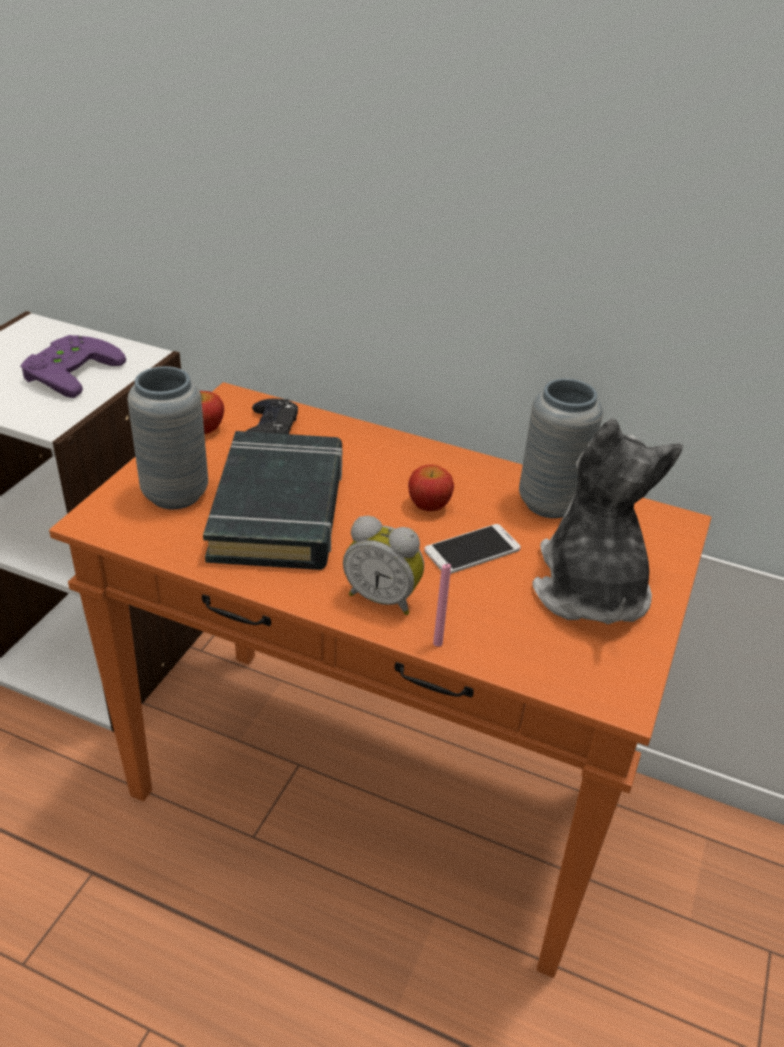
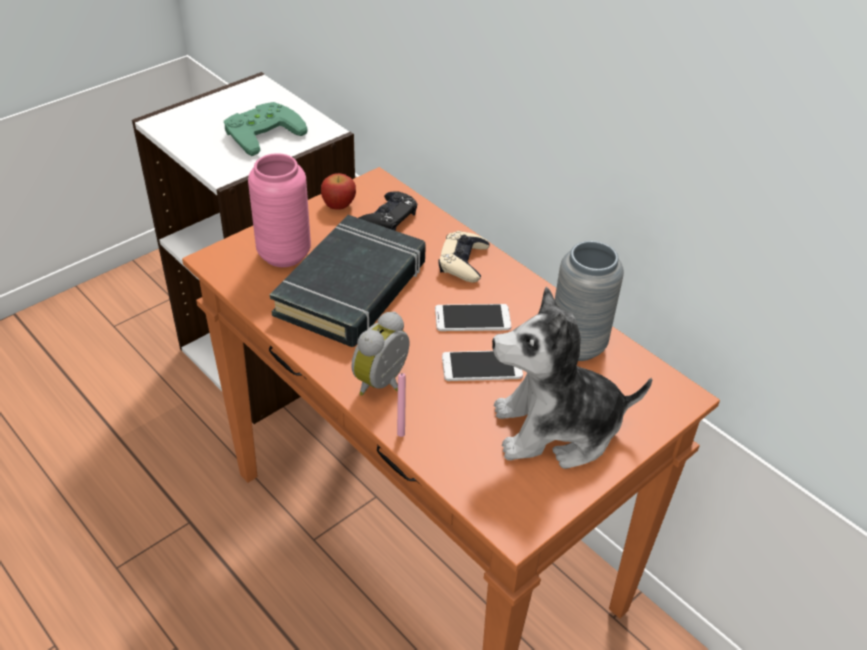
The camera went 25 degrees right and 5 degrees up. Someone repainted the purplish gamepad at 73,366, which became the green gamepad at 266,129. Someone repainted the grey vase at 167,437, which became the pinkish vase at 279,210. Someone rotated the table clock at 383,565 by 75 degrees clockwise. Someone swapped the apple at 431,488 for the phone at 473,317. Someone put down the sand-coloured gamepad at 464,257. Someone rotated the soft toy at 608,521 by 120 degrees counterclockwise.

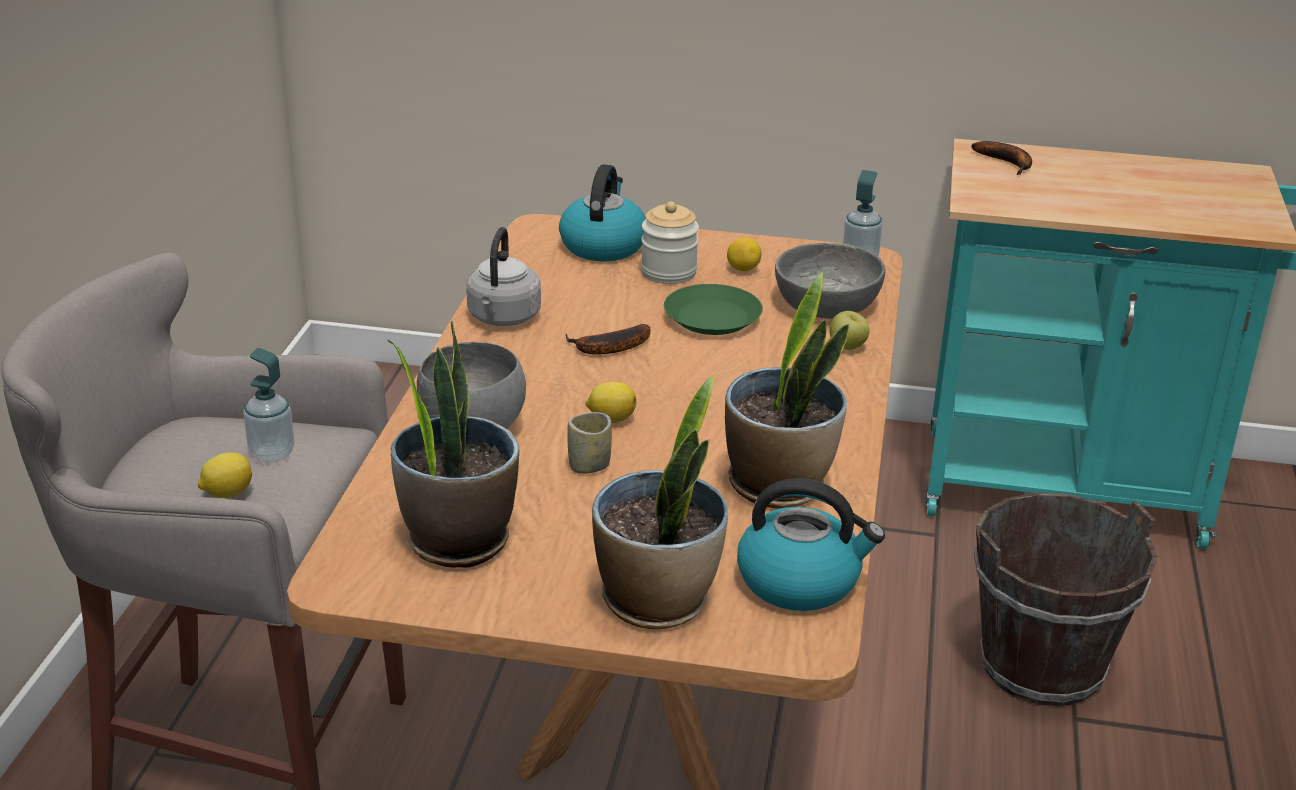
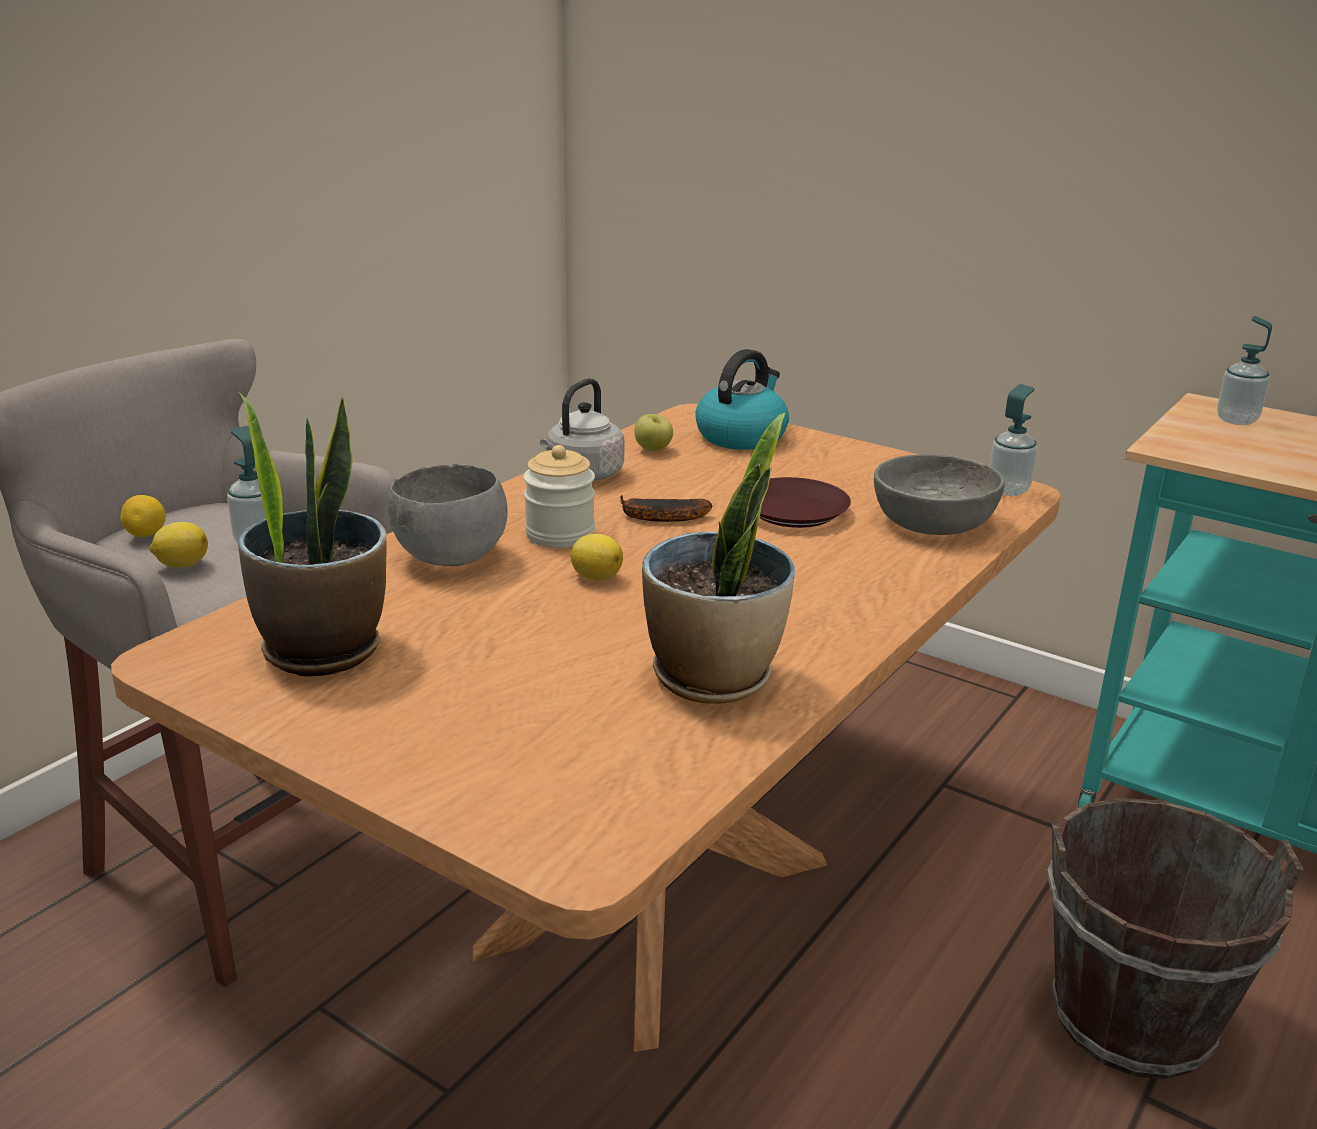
The camera went 25 degrees right and 5 degrees down. Someone carried the lemon from 744,254 to 143,516. Someone carried the jar from 670,243 to 559,496. Someone carried the apple from 849,330 to 653,432. Someone repainted the green dinner plate at 713,309, which became the brown-coloured dinner plate at 805,502. Someone swapped the banana fruit at 1001,158 for the soap bottle at 1244,370. Someone took away the cup at 589,443. Someone took away the houseplant at 660,502. Someone took away the water kettle at 811,544.

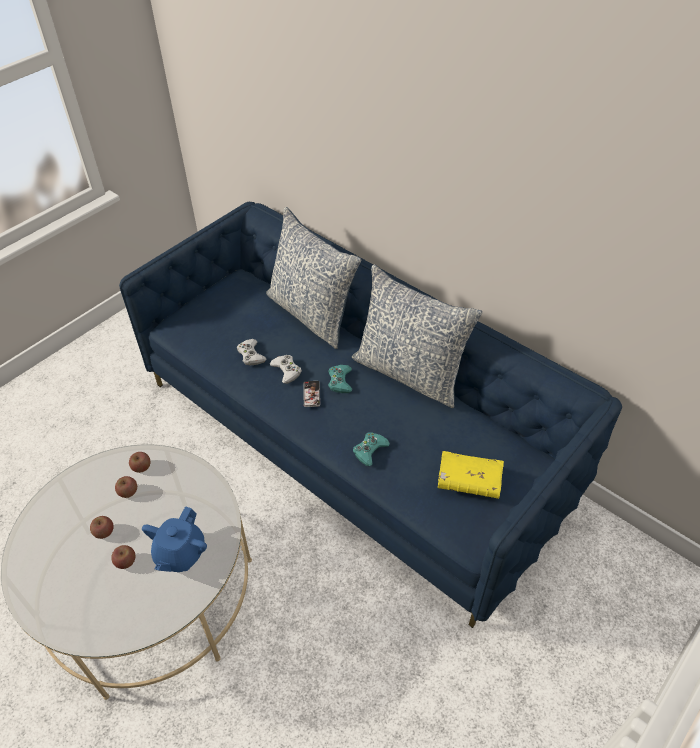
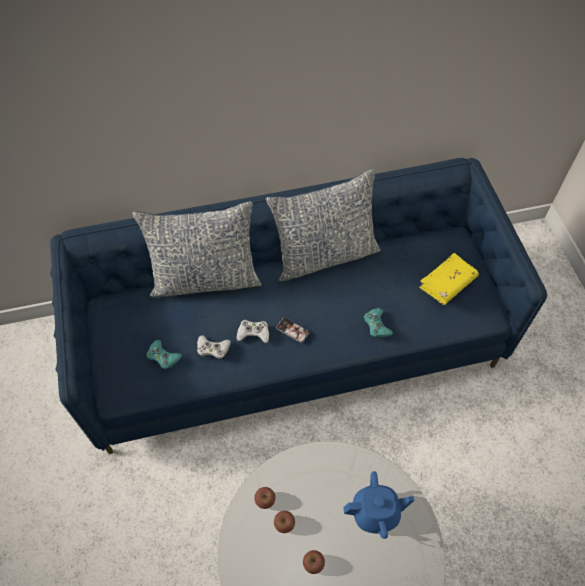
The camera went 55 degrees left and 10 degrees up. Someone carried the turquoise-coloured gamepad from 340,379 to 164,355. Someone rotated the bluish tea pot at 174,539 by 60 degrees counterclockwise. Someone took away the apple at 123,557.

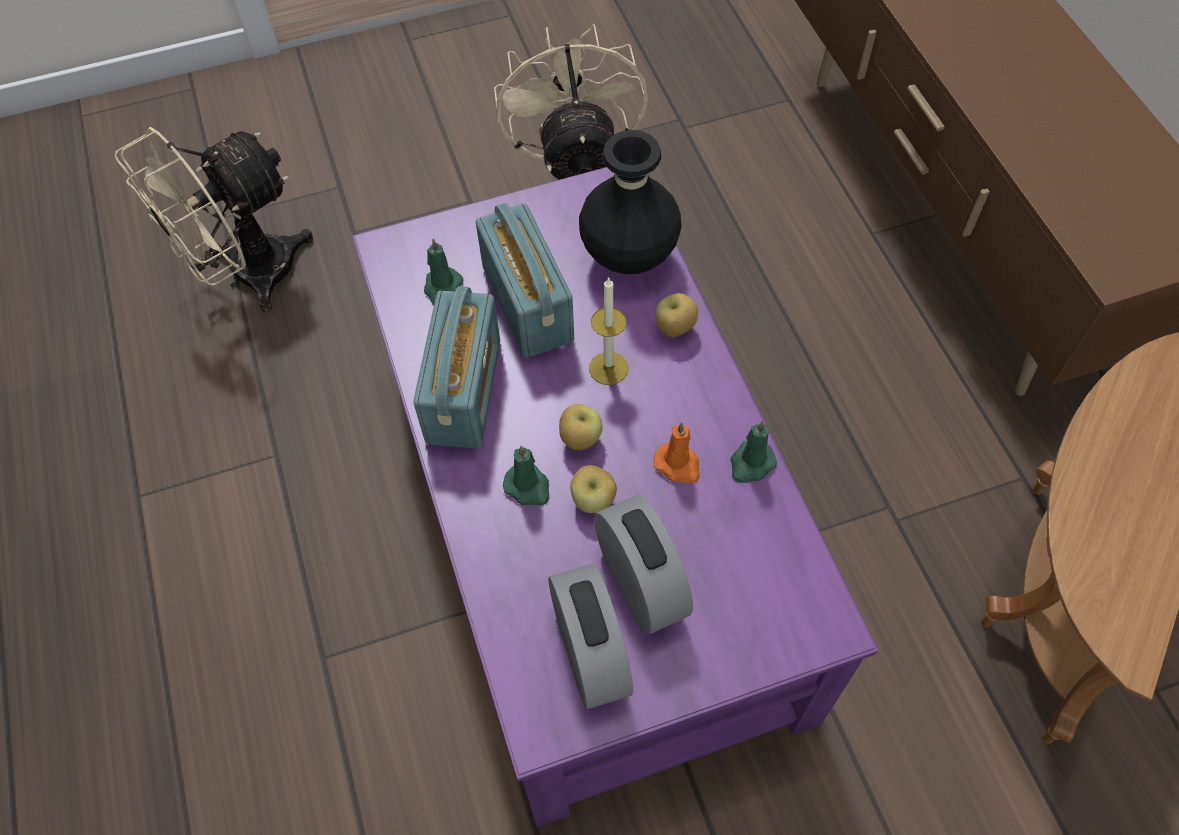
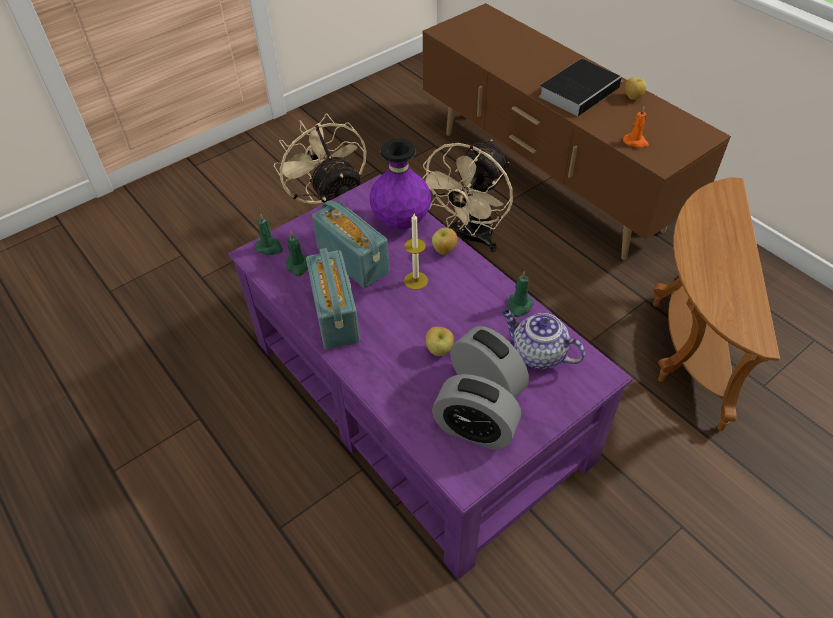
The camera went 20 degrees left and 10 degrees down. Someone carried the green wax light from 526,476 to 269,234. Someone repainted the black vase at 630,202, which became the purplish vase at 400,184. Someone carried the sand-coloured cooling fan from 213,219 to 467,195. Someone rotated the table clock at 590,636 by 150 degrees clockwise. Someone put down the tea pot at 544,339. Someone put down the book at 581,88. Someone carried the orange wax light from 676,453 to 636,127. Someone carried the apple from 581,427 to 635,88.

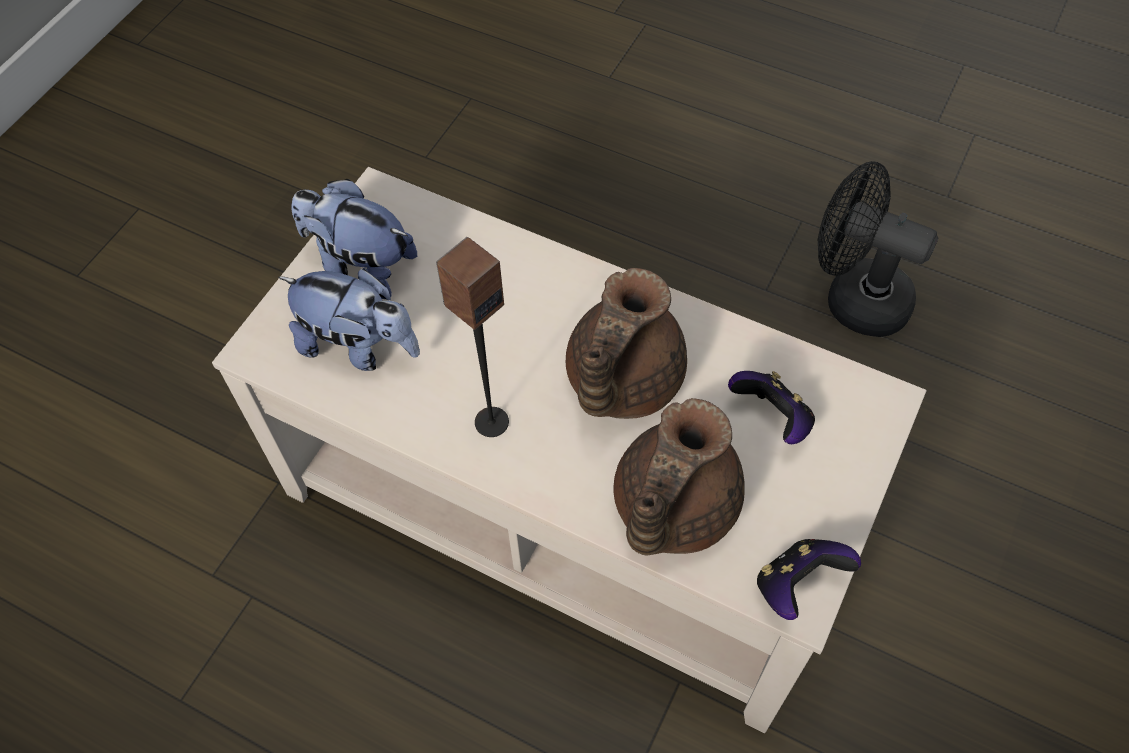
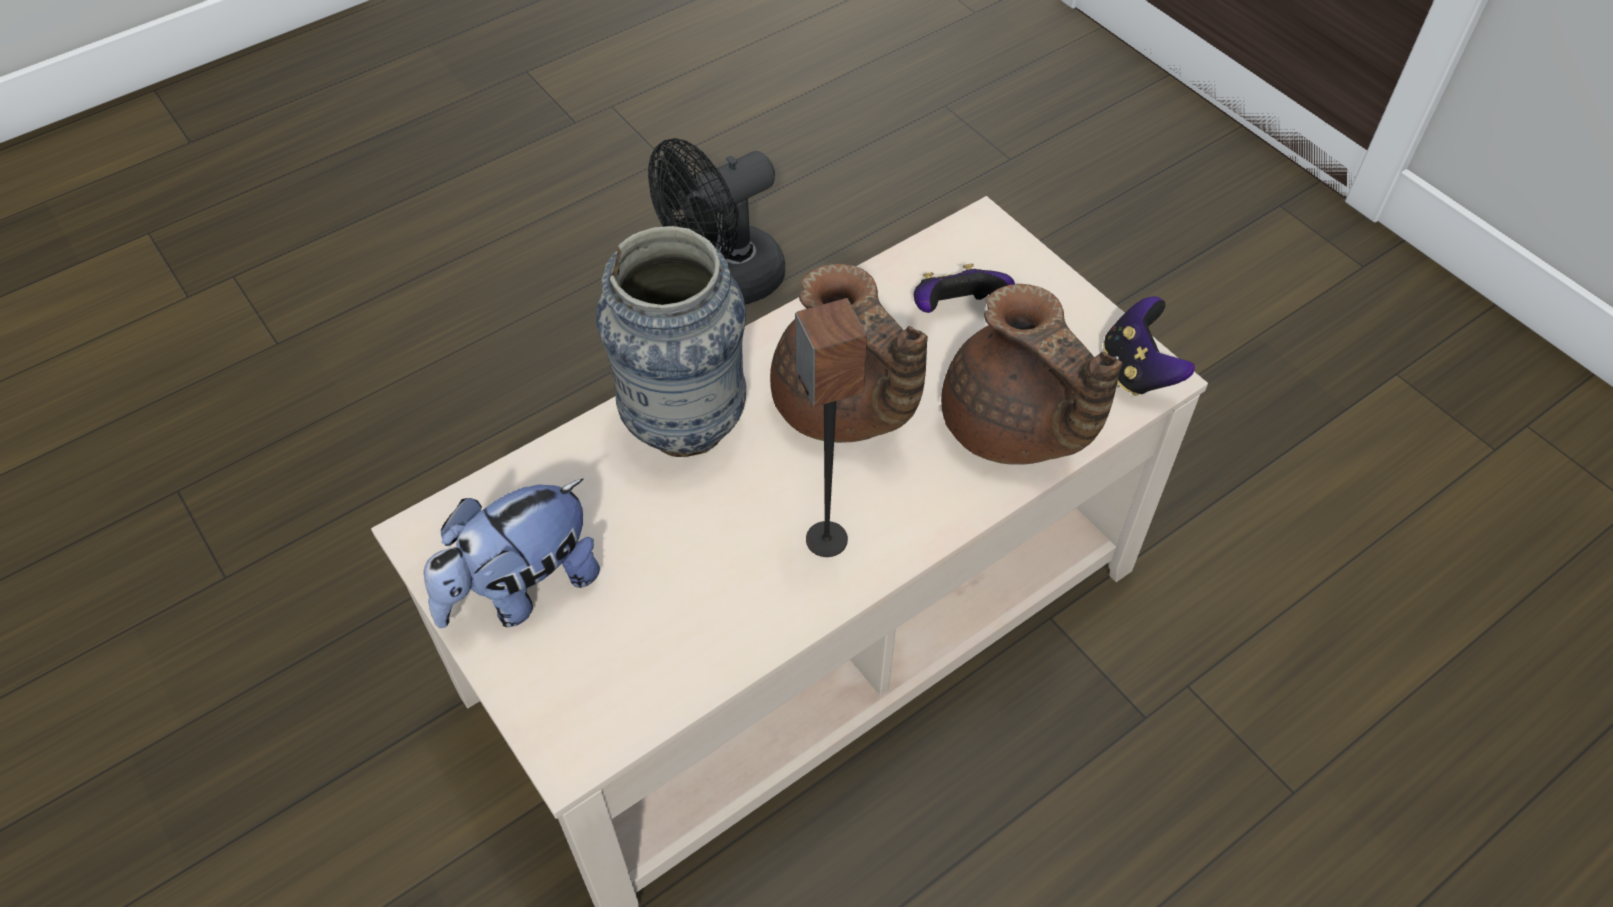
The camera went 65 degrees left and 5 degrees down. Someone put down the vase at 671,341. Someone took away the soft toy at 349,320.

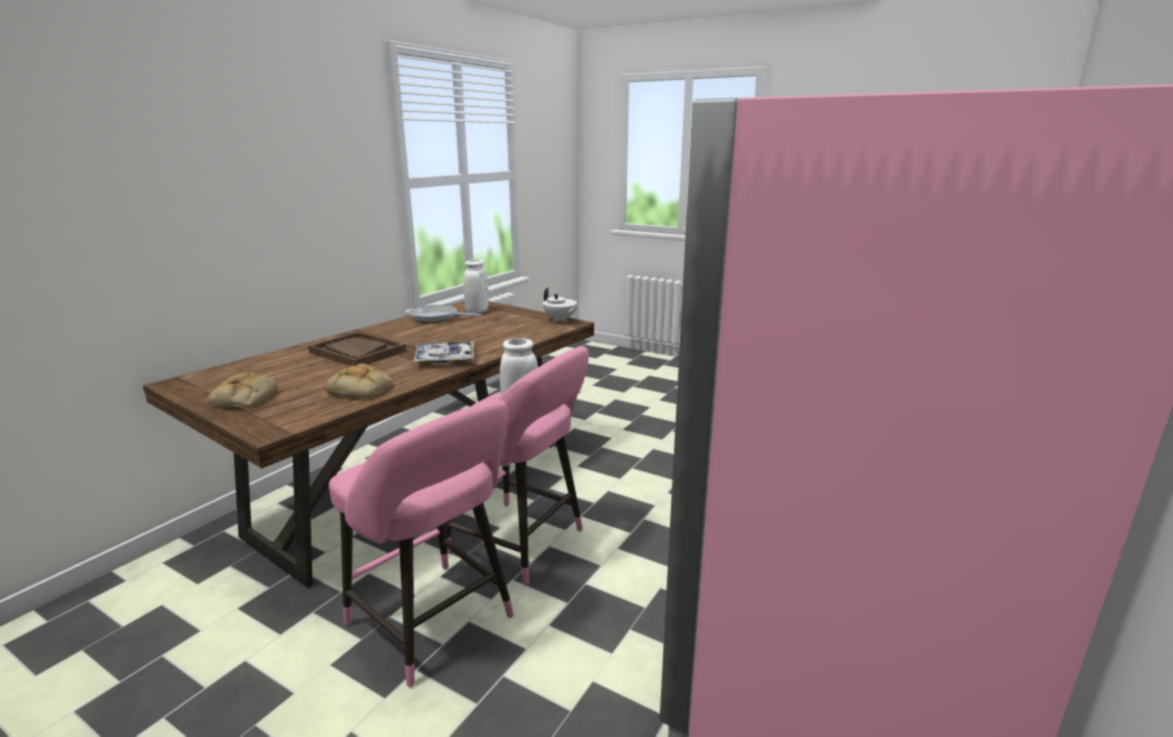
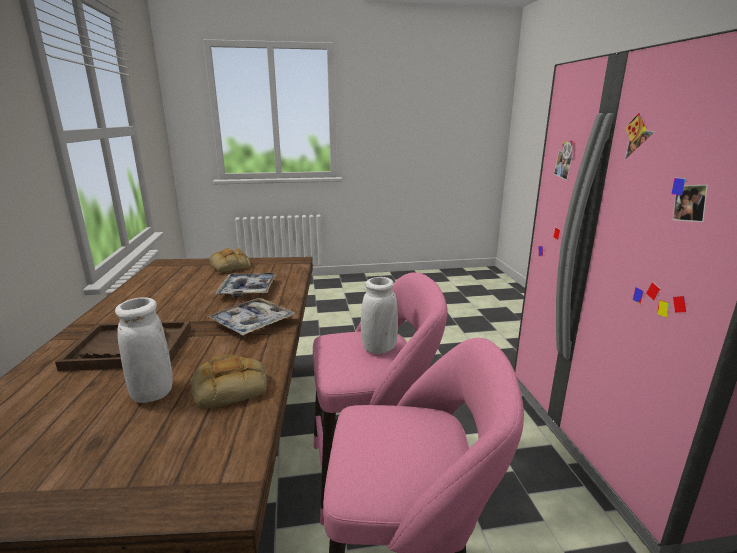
The camera went 40 degrees left and 0 degrees up. Someone carried the white vase from 476,286 to 144,350. Someone carried the baked bread from 242,390 to 230,260. Someone put down the serving tray at 246,285. Someone took away the frying pan at 445,314. Someone took away the white tea pot at 560,305.

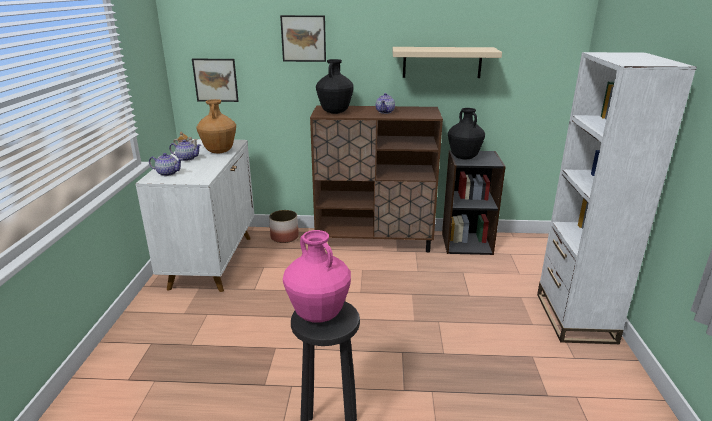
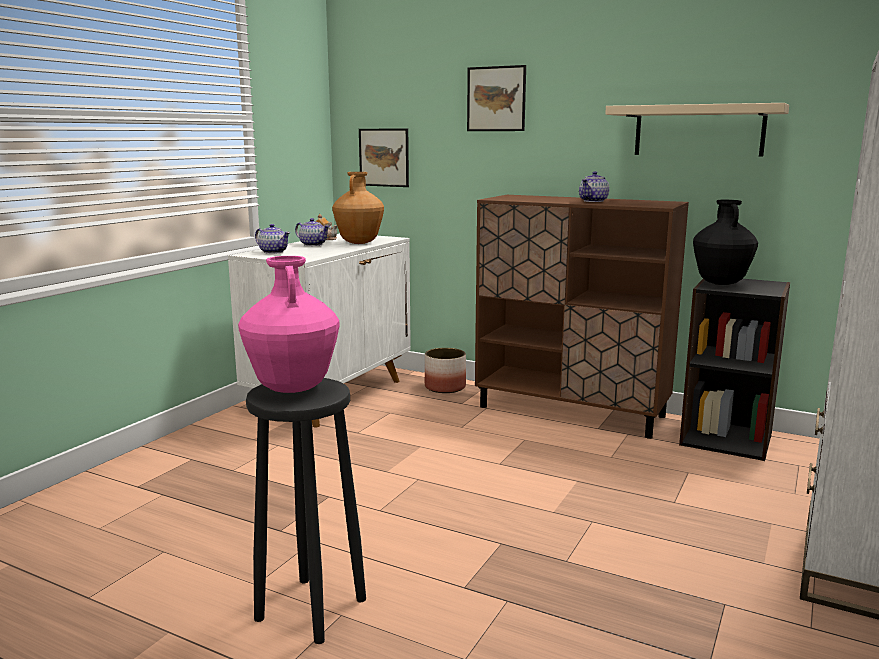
The camera went 25 degrees right and 10 degrees down. Someone took away the black vase at 335,86.

